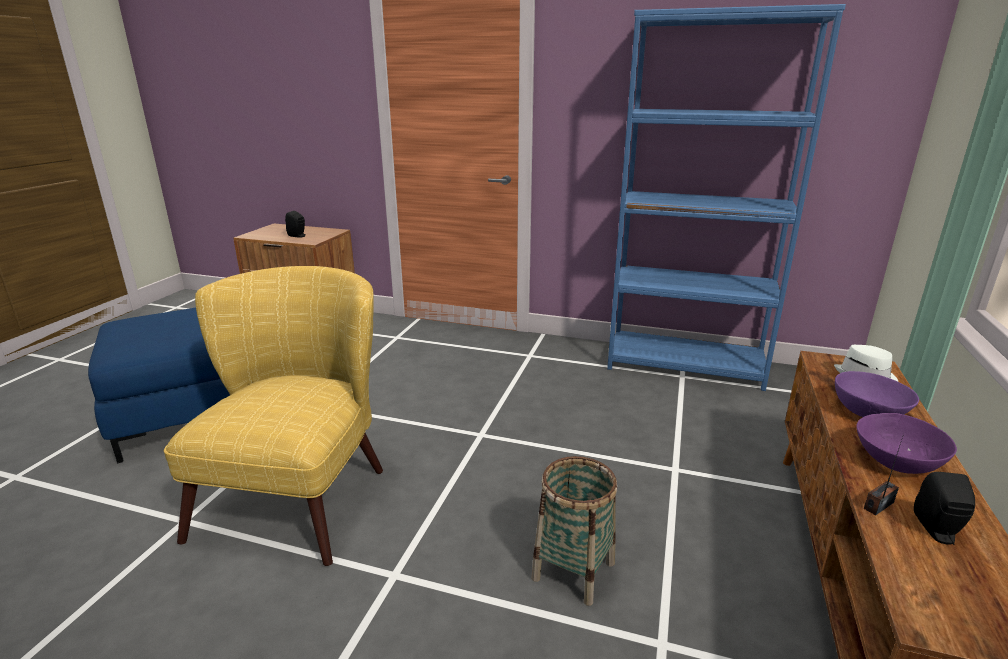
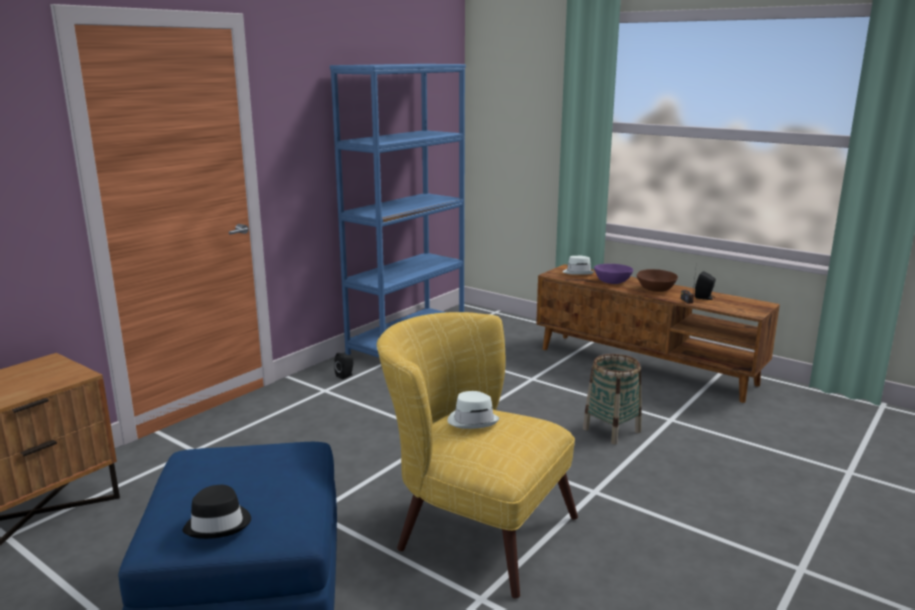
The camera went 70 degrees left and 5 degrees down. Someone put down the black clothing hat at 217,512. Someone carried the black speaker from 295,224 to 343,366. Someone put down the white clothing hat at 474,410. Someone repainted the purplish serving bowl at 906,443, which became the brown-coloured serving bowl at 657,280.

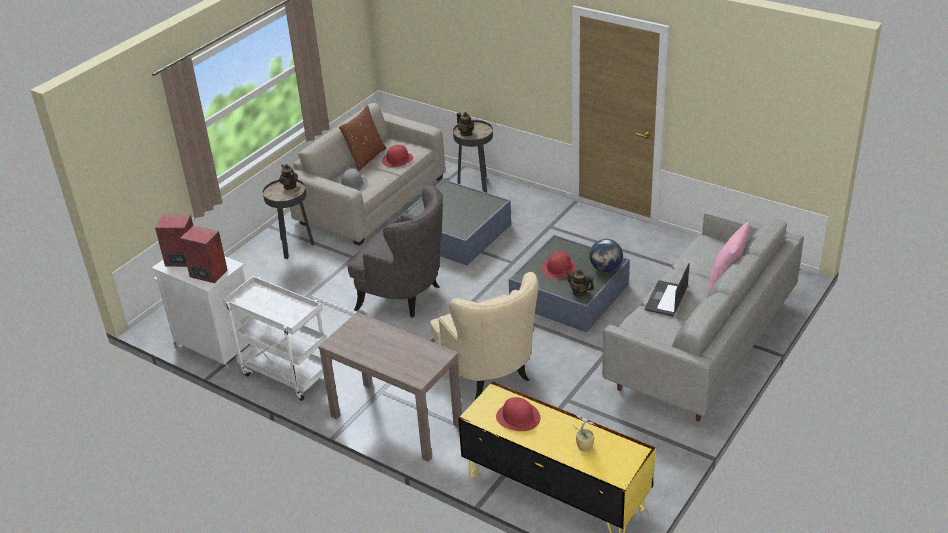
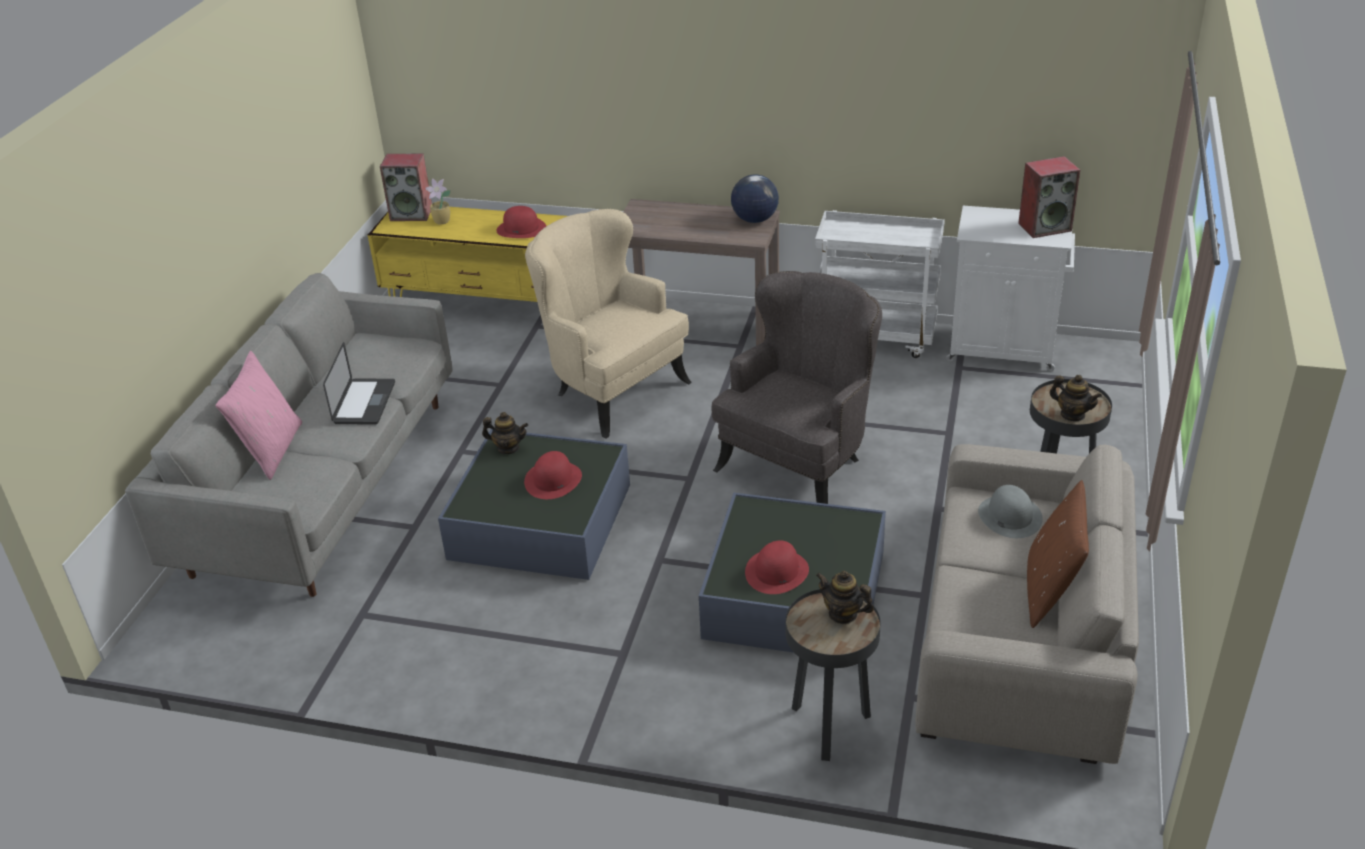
The camera went 160 degrees right and 0 degrees up. Someone carried the speaker from 204,254 to 406,187. Someone rotated the grey easy chair at 395,251 by 120 degrees clockwise. Someone carried the world globe from 606,255 to 755,198. Someone carried the red-coloured clothing hat from 397,156 to 777,567.

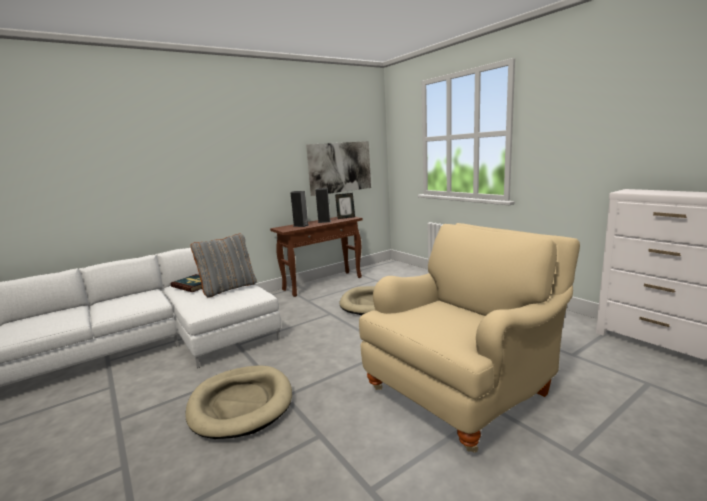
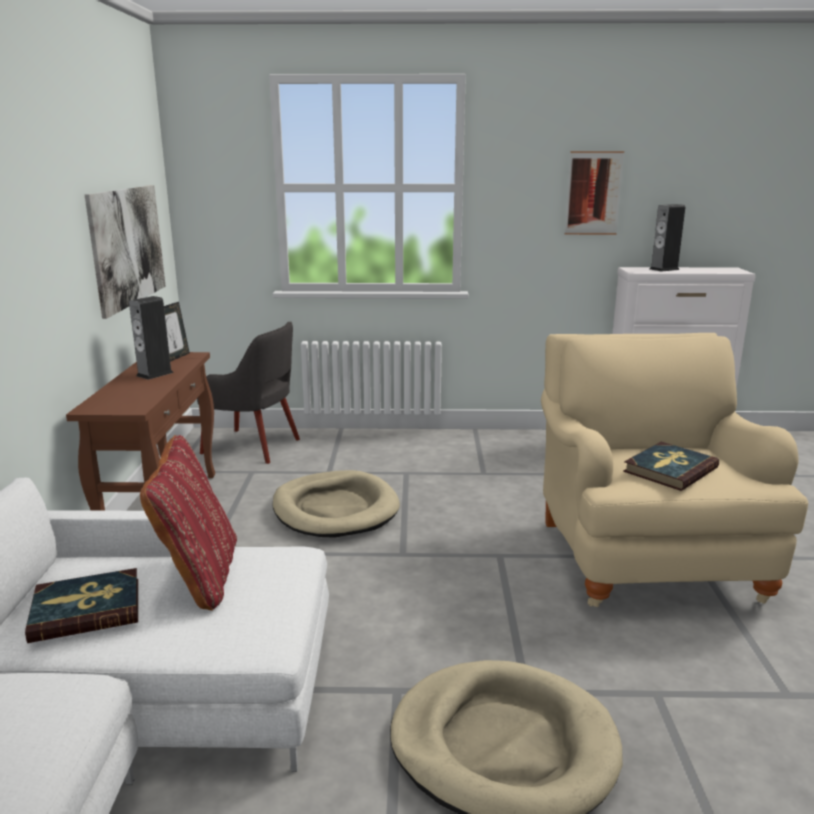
The camera went 55 degrees left and 5 degrees up. Someone repainted the grey cushion at 224,266, which became the red-coloured cushion at 188,523. Someone put down the grey easy chair at 248,393. Someone put up the wall picture at 594,193. Someone put down the book at 671,466. Someone carried the speaker from 300,209 to 667,238.

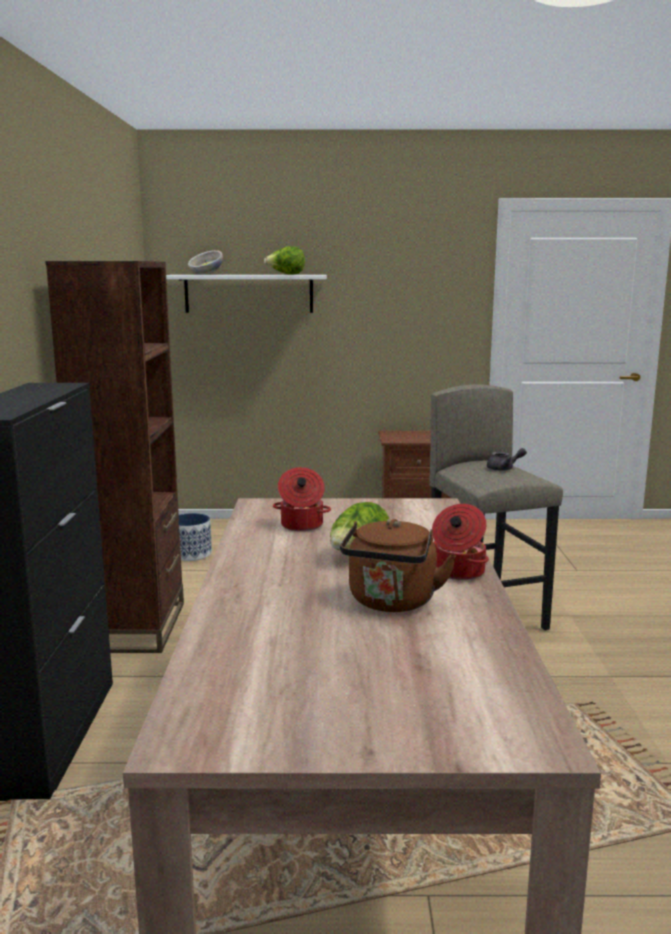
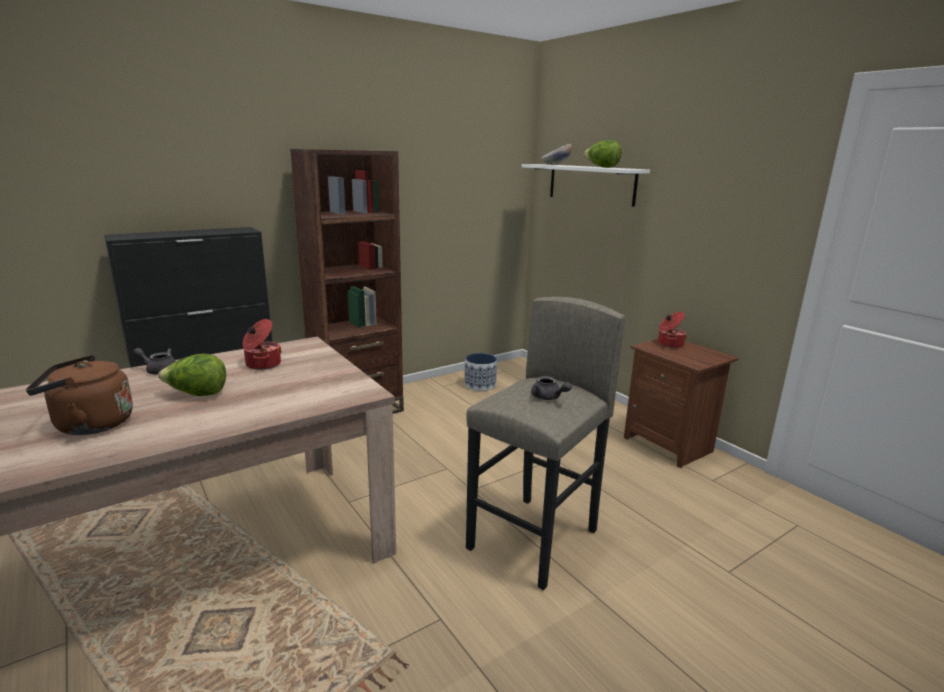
The camera went 55 degrees right and 5 degrees up. Someone put down the grey tea pot at 154,361. Someone carried the cooking pot from 460,542 to 672,330.

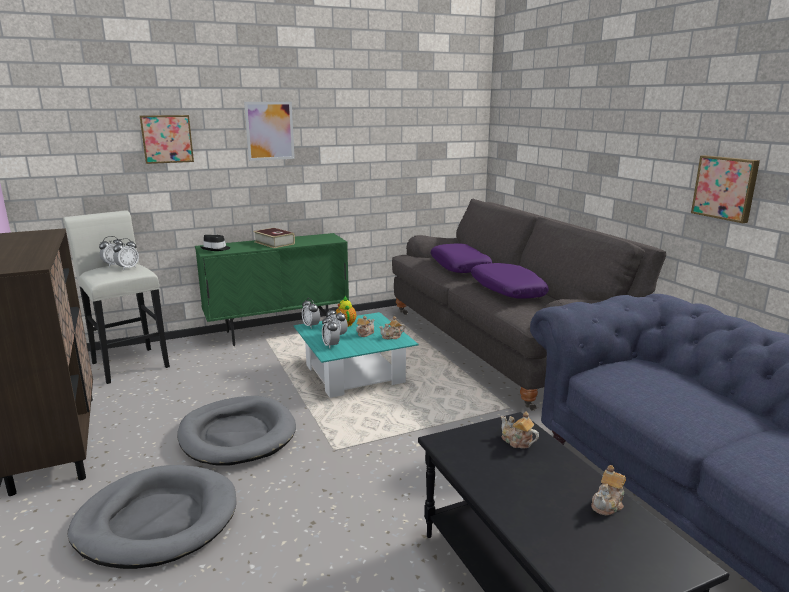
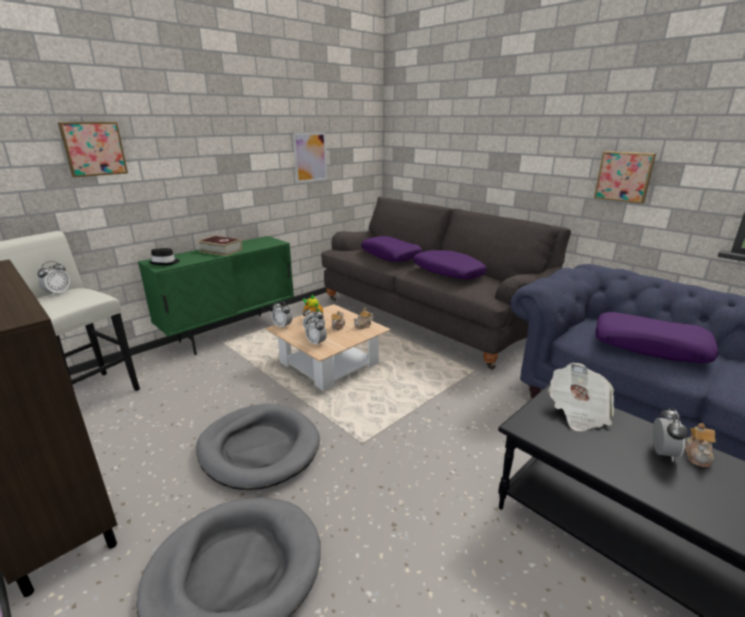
The camera went 20 degrees left and 5 degrees up. Someone repainted the turquoise-coloured lounge table at 356,355, which became the sand-coloured lounge table at 328,347. Someone carried the wall picture from 269,131 to 310,157. Someone swapped the tea pot at 520,429 for the newspaper at 581,397. Someone put down the purplish cushion at 656,337. Someone carried the table clock from 126,254 to 670,435.

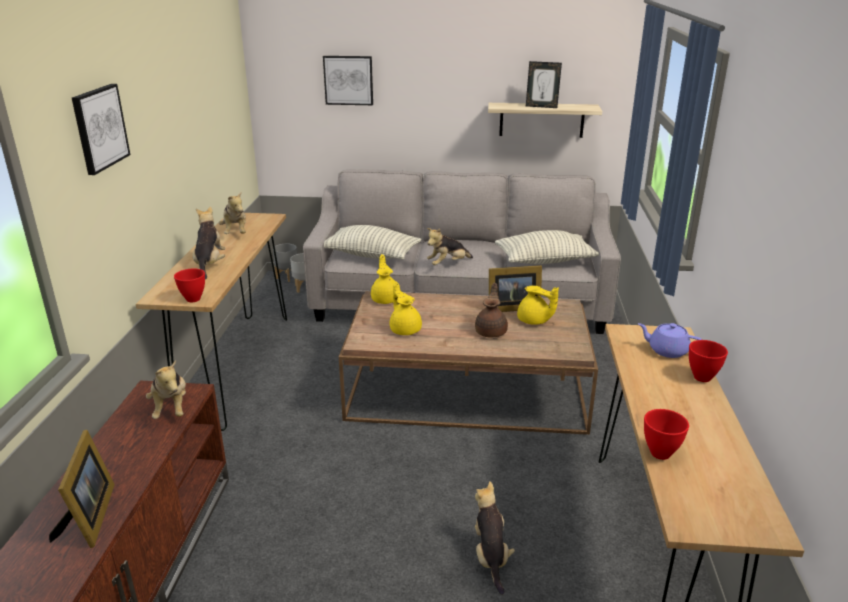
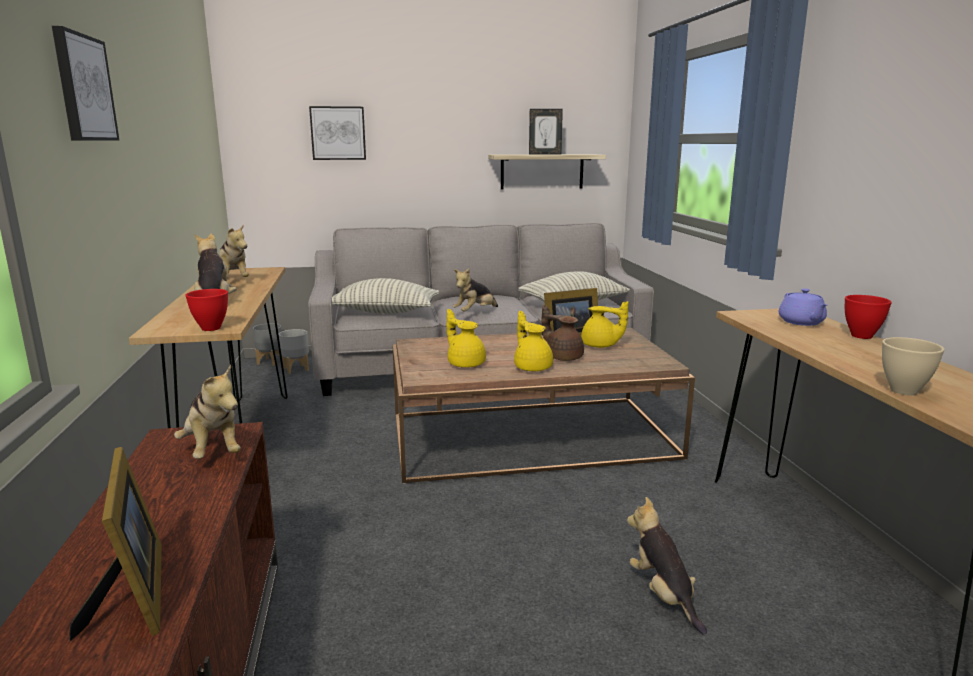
The camera went 15 degrees left and 10 degrees down. Someone carried the yellow-coloured tea pot from 383,279 to 533,341. Someone rotated the brown-coloured tea pot at 491,310 by 45 degrees counterclockwise. Someone rotated the purplish tea pot at 670,340 by 105 degrees counterclockwise. Someone repainted the red-coloured serving bowl at 666,434, which became the sand-coloured serving bowl at 913,366.

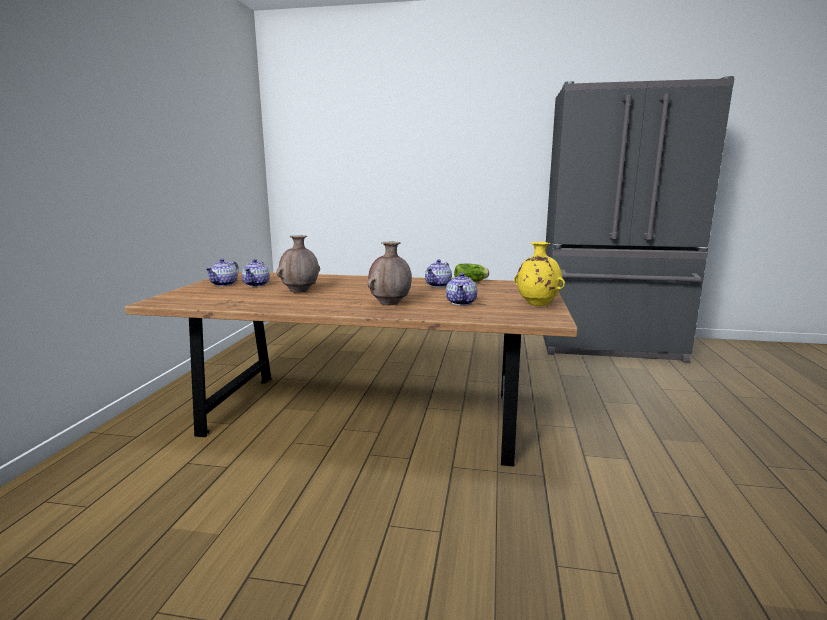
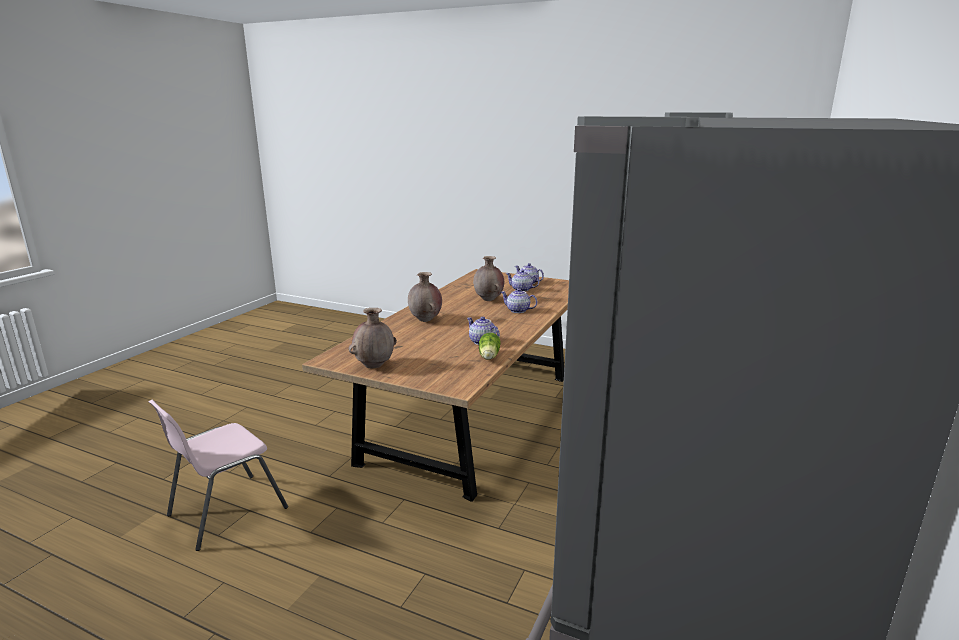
The camera went 105 degrees right and 5 degrees up. Someone put down the pinkish chair at 218,475. Someone repainted the yellow-coloured vase at 539,274, which became the brown-coloured vase at 372,338. Someone carried the tea pot from 461,289 to 519,300.

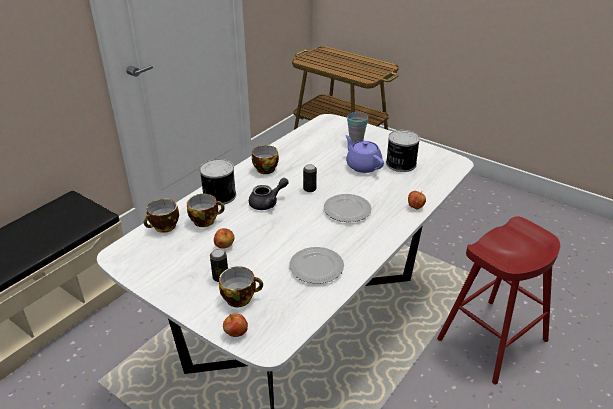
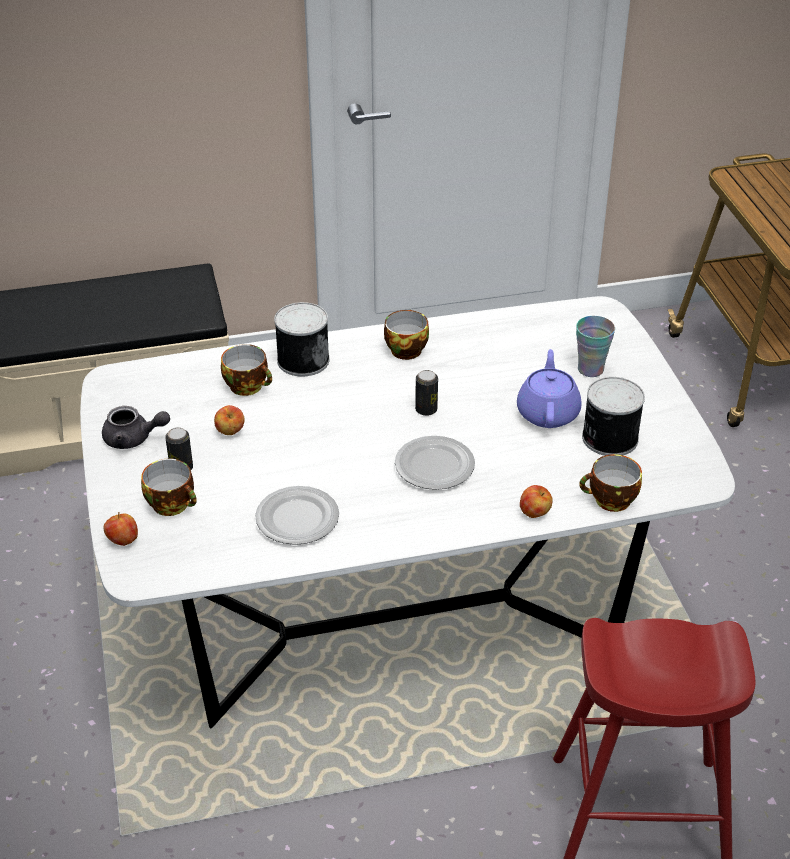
The camera went 40 degrees right and 5 degrees up. Someone carried the grey tea pot from 269,194 to 136,427. Someone carried the cup from 161,215 to 610,483.

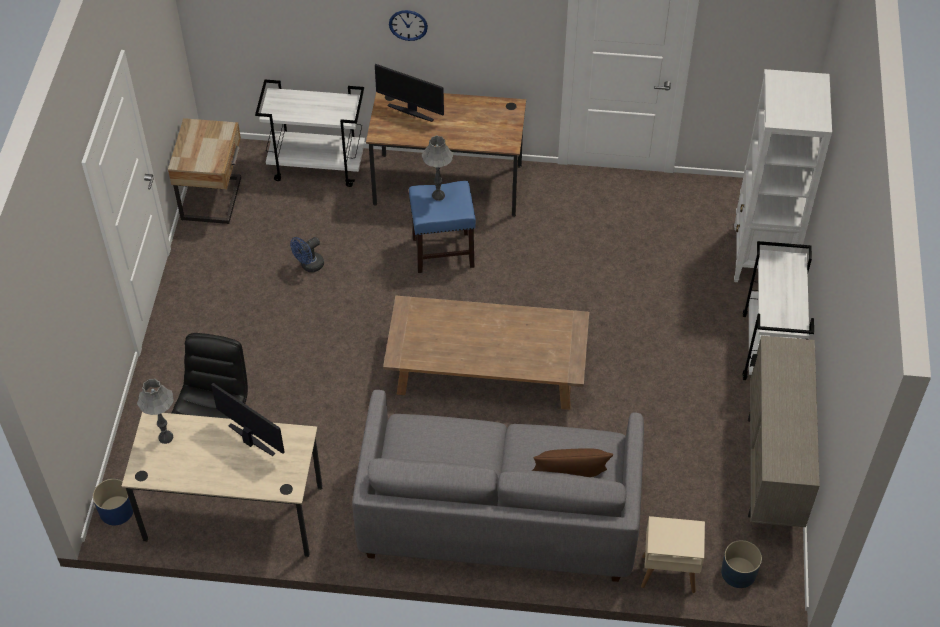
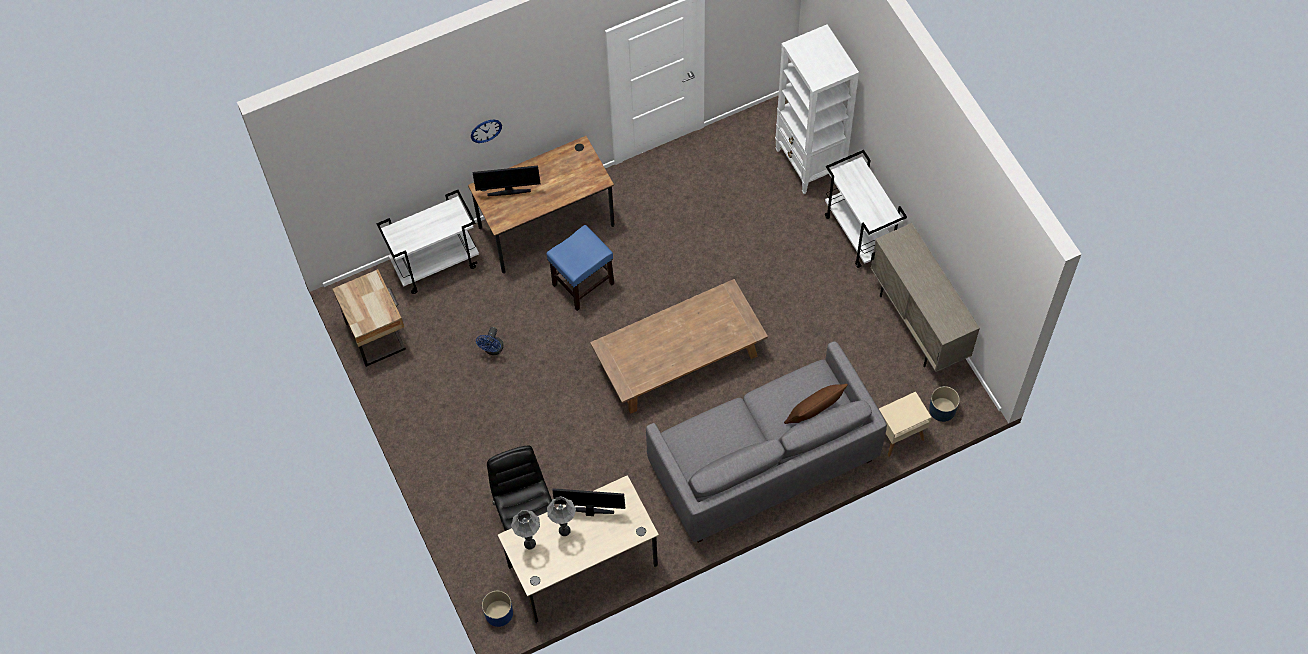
The camera went 30 degrees left and 10 degrees up. Someone carried the grey lamp for a table from 437,168 to 561,516.

